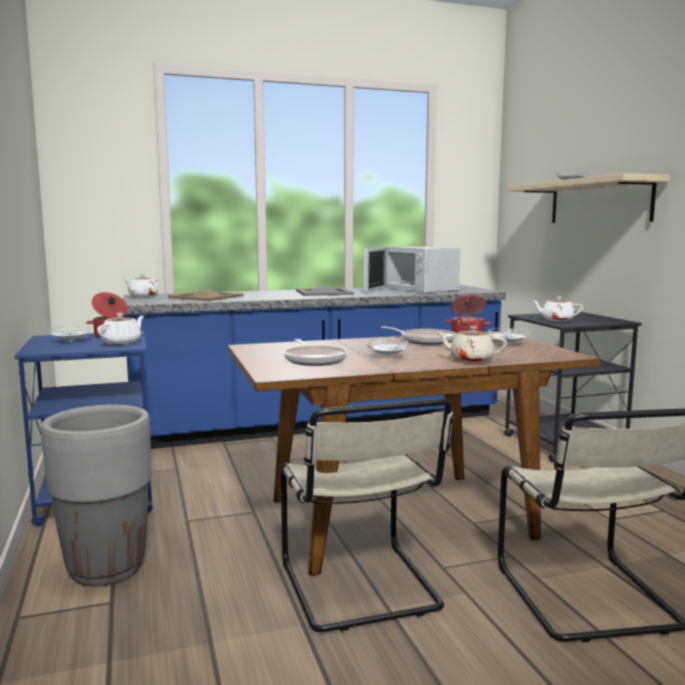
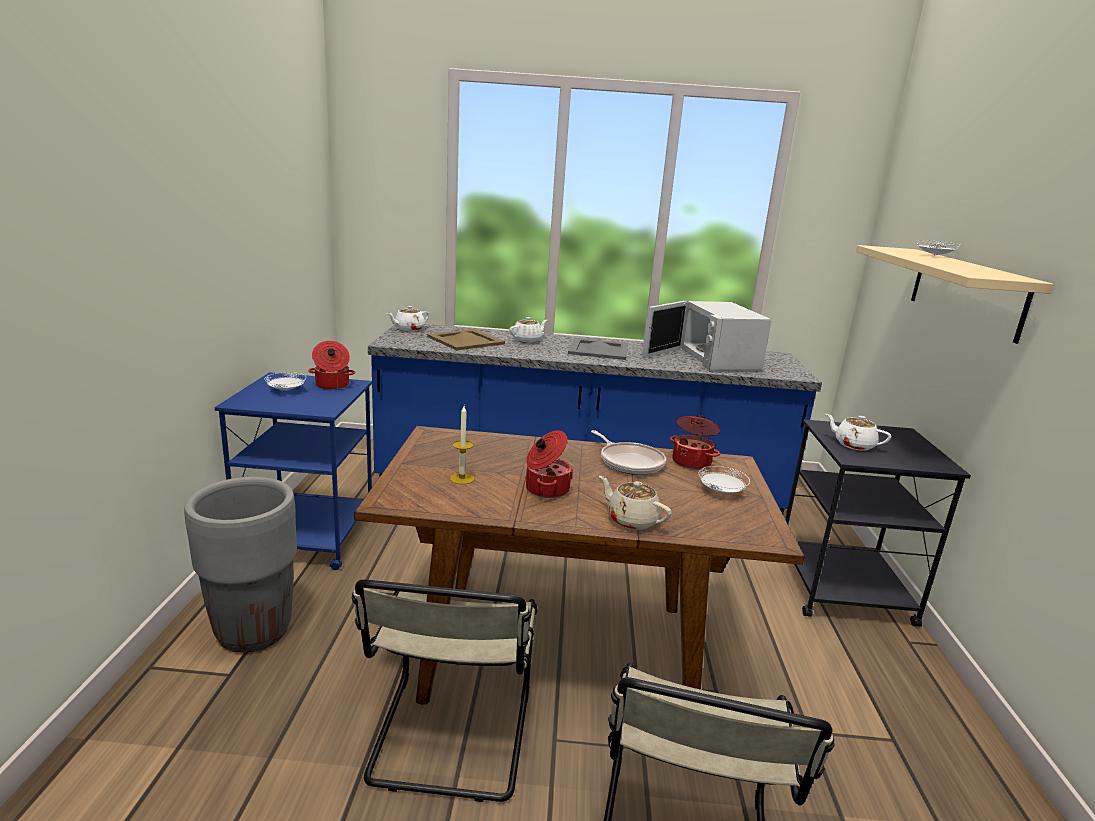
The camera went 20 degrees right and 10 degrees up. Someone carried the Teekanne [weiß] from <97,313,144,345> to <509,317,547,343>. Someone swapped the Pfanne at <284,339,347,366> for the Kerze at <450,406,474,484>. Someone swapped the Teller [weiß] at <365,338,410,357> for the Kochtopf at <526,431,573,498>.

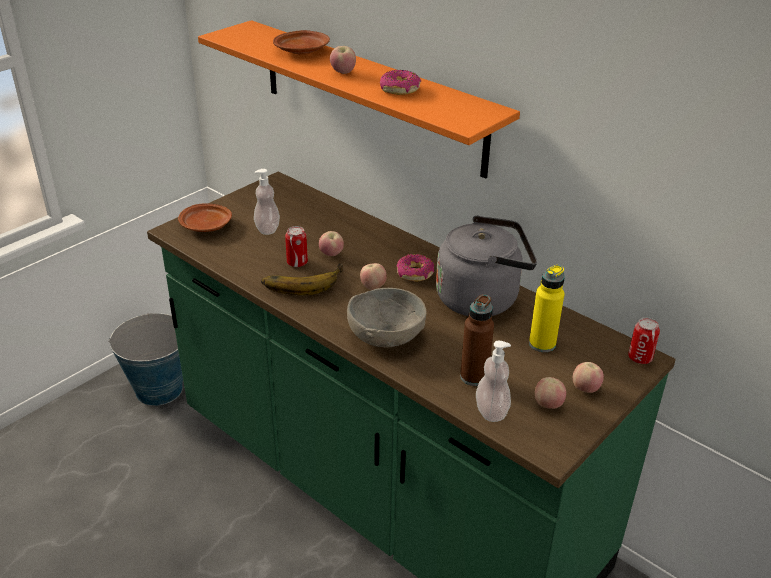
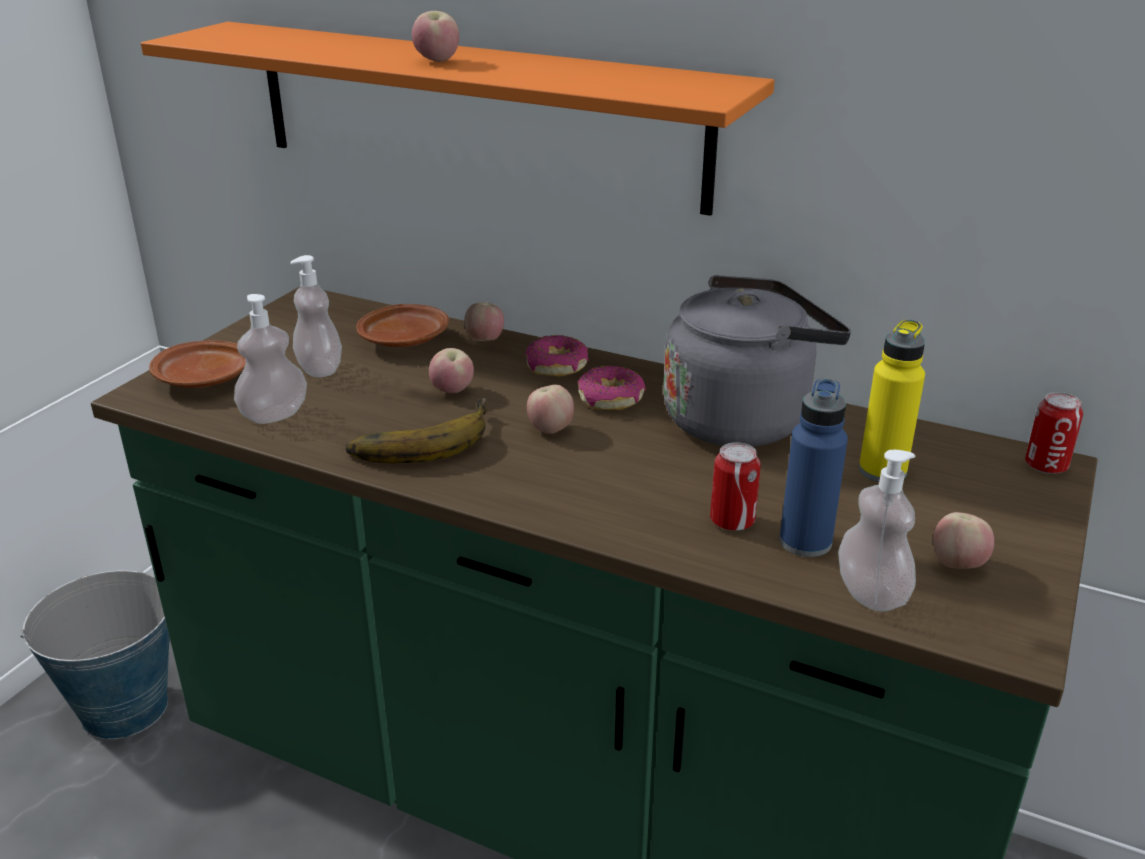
The camera went 15 degrees left and 5 degrees down. Someone took away the Schüssel [grau] at <347,288,426,348>. Someone put down the Seifenspender at <234,294,307,424>. Someone carried the Teller [braun] from <273,30,330,55> to <356,304,449,347>. Someone carried the Dose from <285,226,308,267> to <710,442,761,531>. Someone carried the Donut from <380,70,421,95> to <525,335,588,377>. Someone carried the Apfel from <573,362,604,393> to <464,302,504,341>. Someone repainted the Flasche [braun] at <460,294,494,386>, which became the Flasche [blau] at <779,378,848,557>.

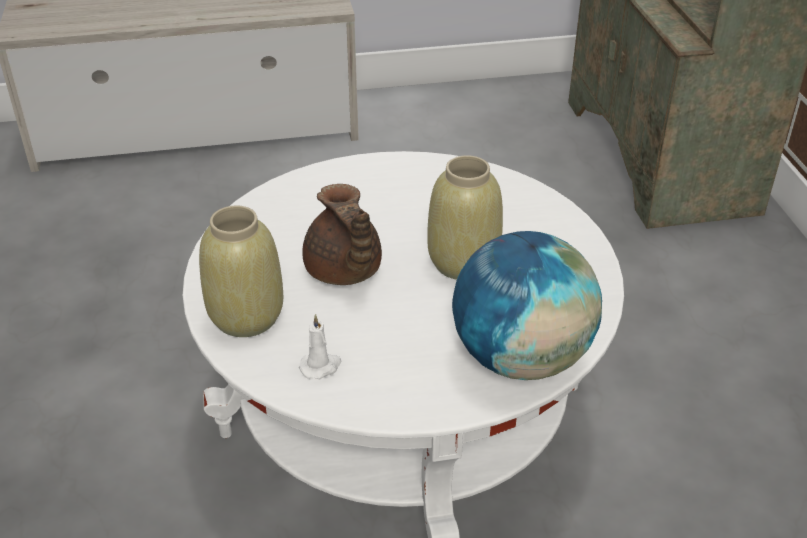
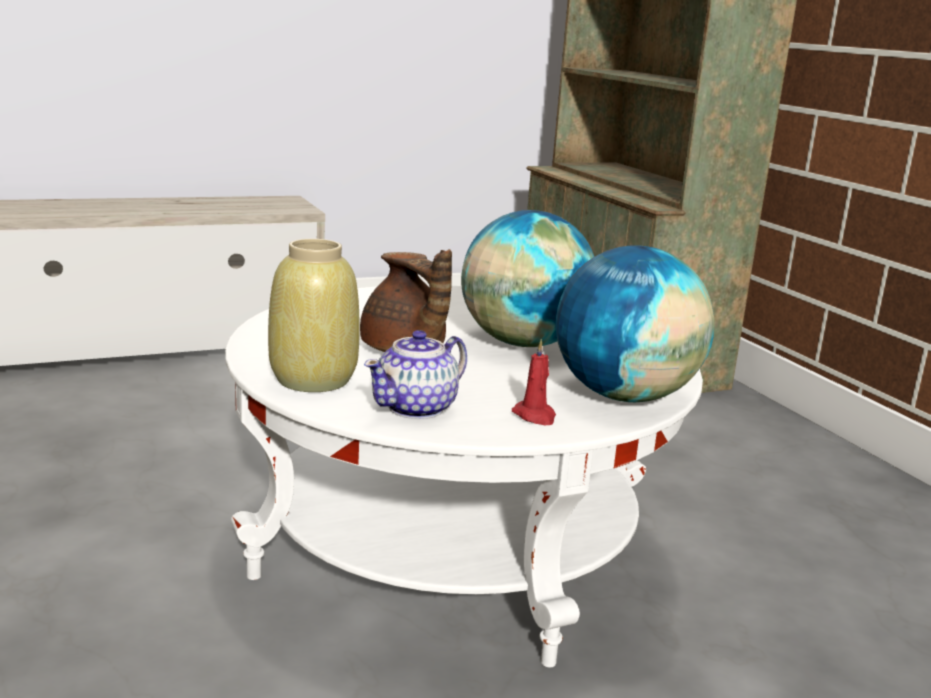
The camera went 15 degrees left and 20 degrees down. Someone put down the Kerze [rot] at <512,339,556,425>. Someone swapped the Kerze [weiß] at <299,314,342,380> for the Teekanne at <364,330,467,419>. Someone swapped the Vase [beige] at <427,155,503,280> for the Globus at <461,210,594,347>.

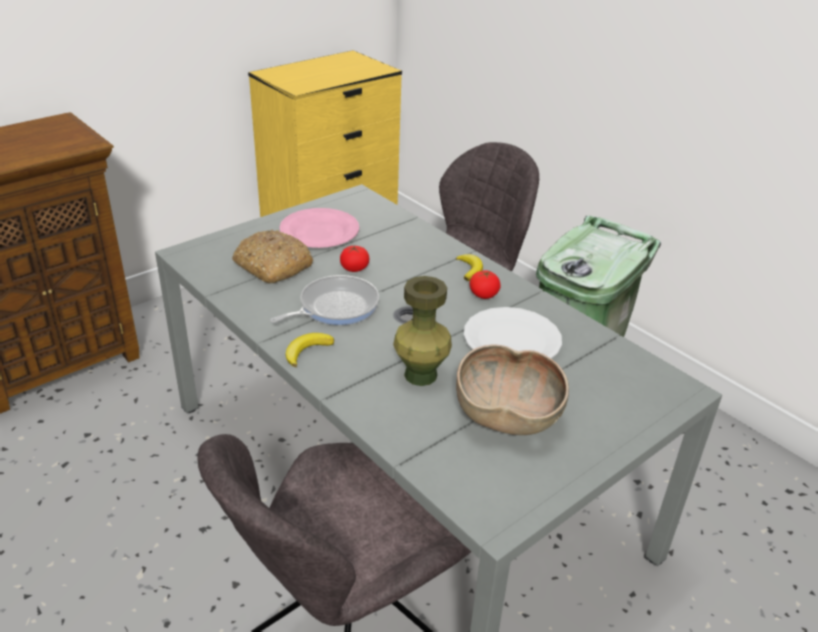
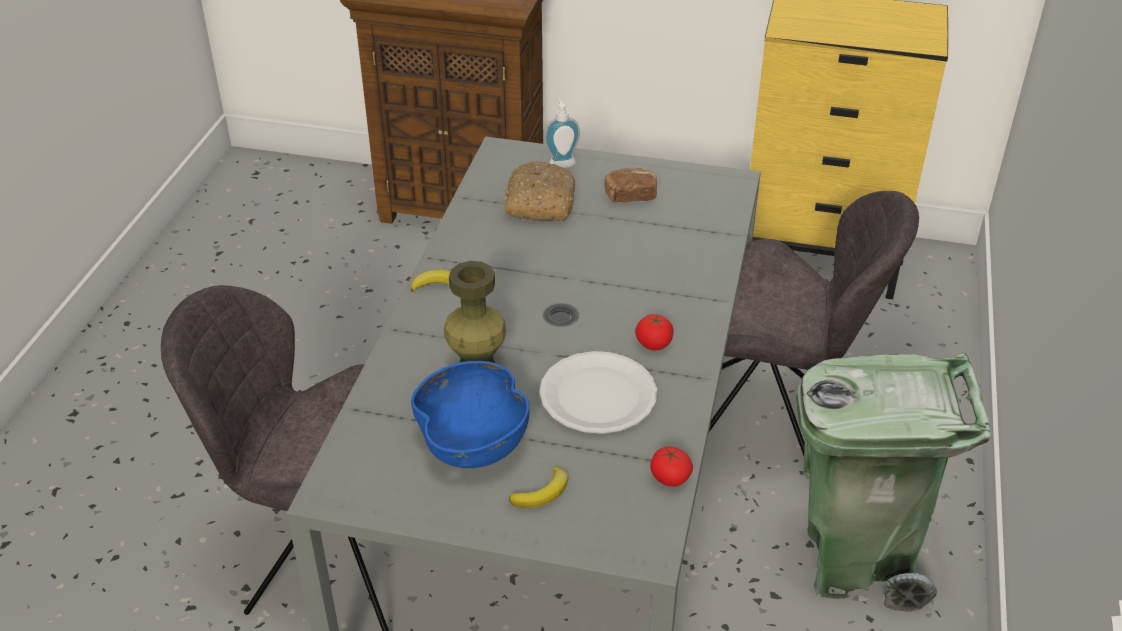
The camera went 55 degrees right and 5 degrees up. Someone took away the Pfanne at <270,275,379,325>. Someone put down the Seifenspender at <544,98,580,168>. Someone carried the Tomate from <340,246,369,272> to <650,447,693,487>. Someone carried the Banane from <456,254,483,281> to <509,467,568,508>. Someone swapped the Teller [rosa] at <280,208,359,248> for the Brot at <604,168,657,202>. Someone repainted the Schüssel [braun] at <456,345,569,435>, which became the Schüssel [blau] at <411,361,529,468>.

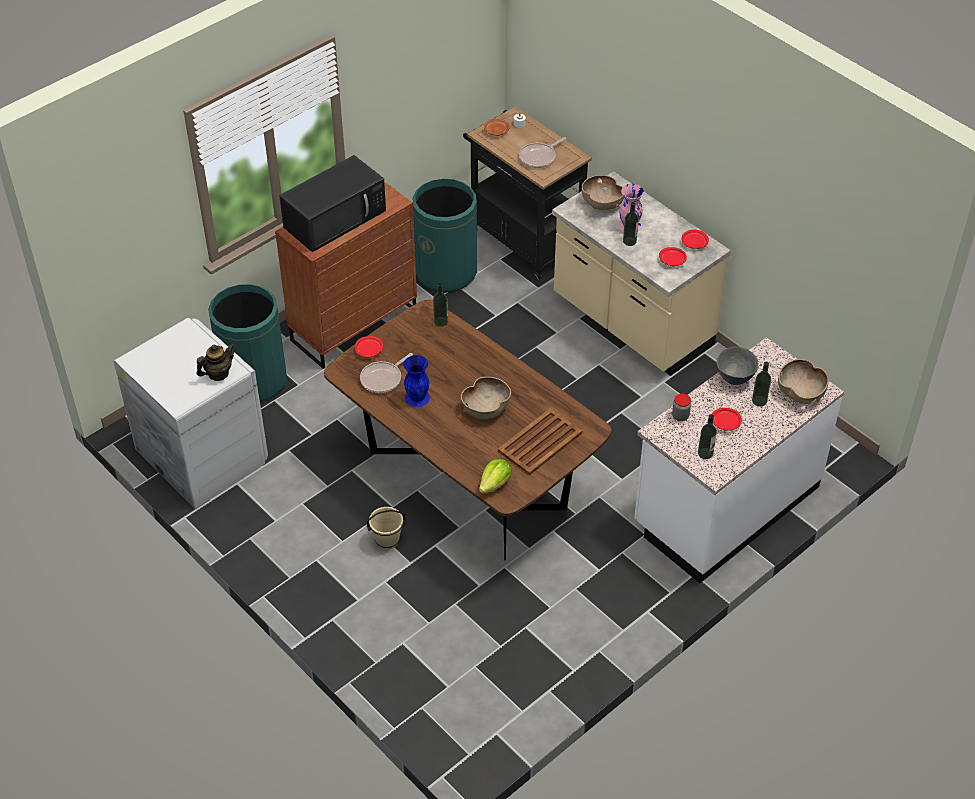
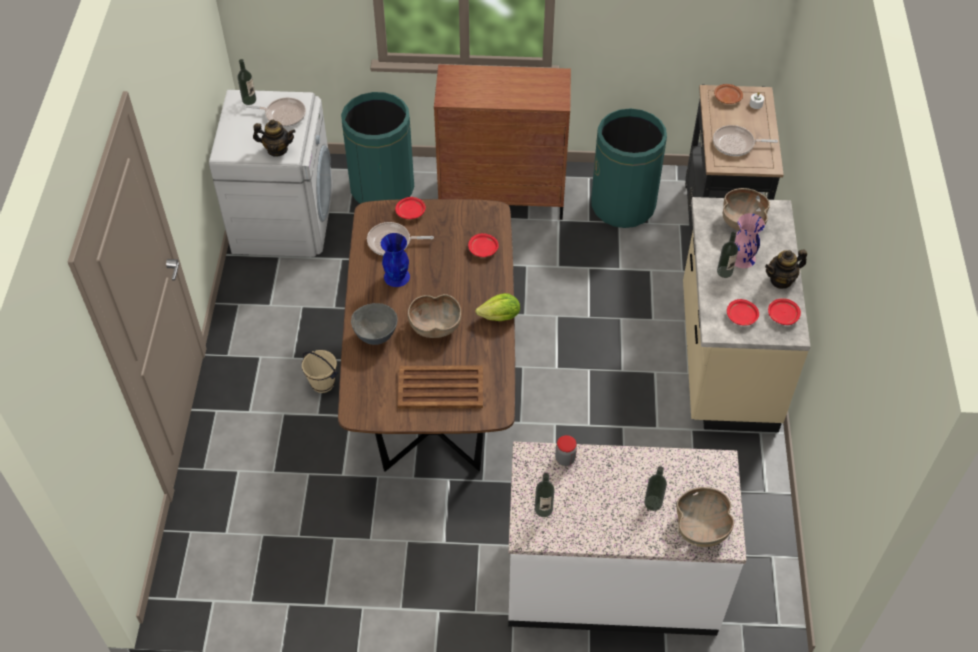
The camera went 45 degrees right and 5 degrees up. Someone took away the Mikrowelle [schwarz] at <279,155,386,252>. Someone put down the Pfanne at <244,97,306,127>. Someone put down the Teekanne at <765,250,807,289>. Someone carried the Flasche from <433,283,448,327> to <237,59,256,105>. Someone carried the Salatkopf from <479,459,511,494> to <475,293,520,321>. Someone carried the Teller [rot] from <712,408,742,431> to <468,233,499,257>. Someone carried the Schüssel [grau] from <717,347,759,385> to <351,303,398,345>.

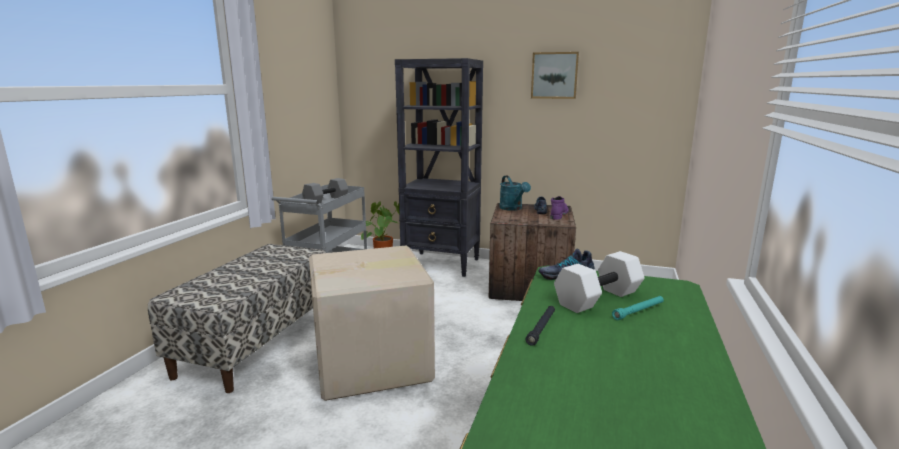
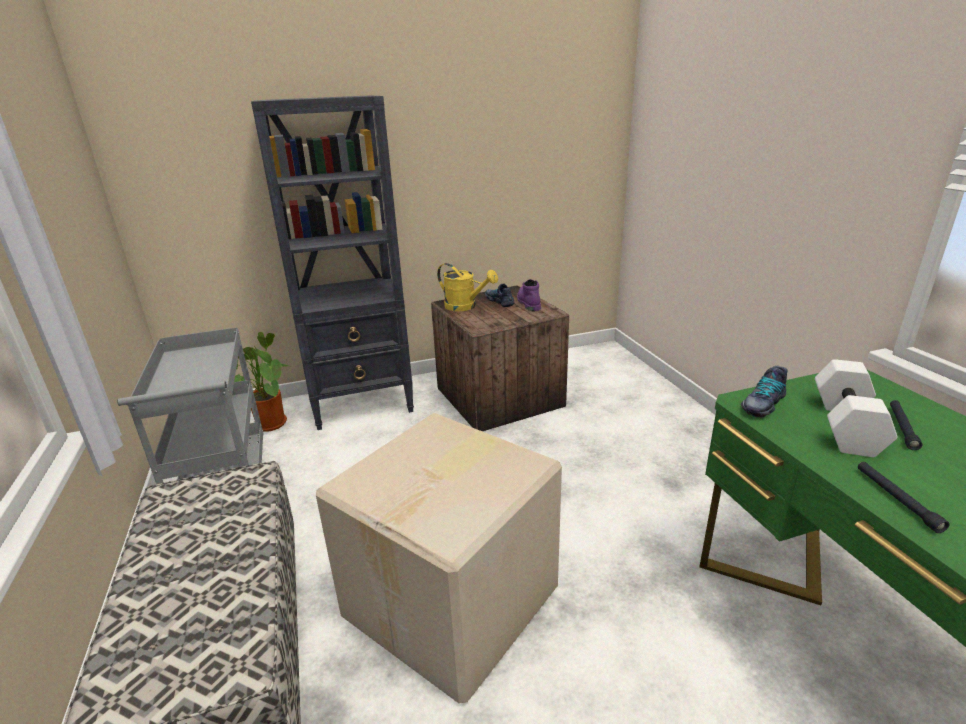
The camera went 35 degrees left and 10 degrees up. Someone took away the Hantel [grau] at <302,178,348,205>. Someone took away the Bild at <531,52,579,99>. Someone repainted the Gießkanne [türkis] at <499,175,531,211>, which became the Gießkanne [gelb] at <437,263,498,311>. Someone repainted the Taschenlampe [türkis] at <612,296,664,320>, which became the Taschenlampe [schwarz] at <890,400,922,450>.

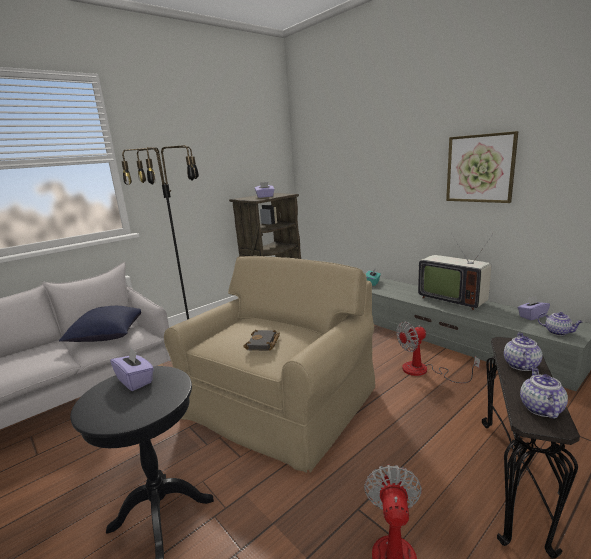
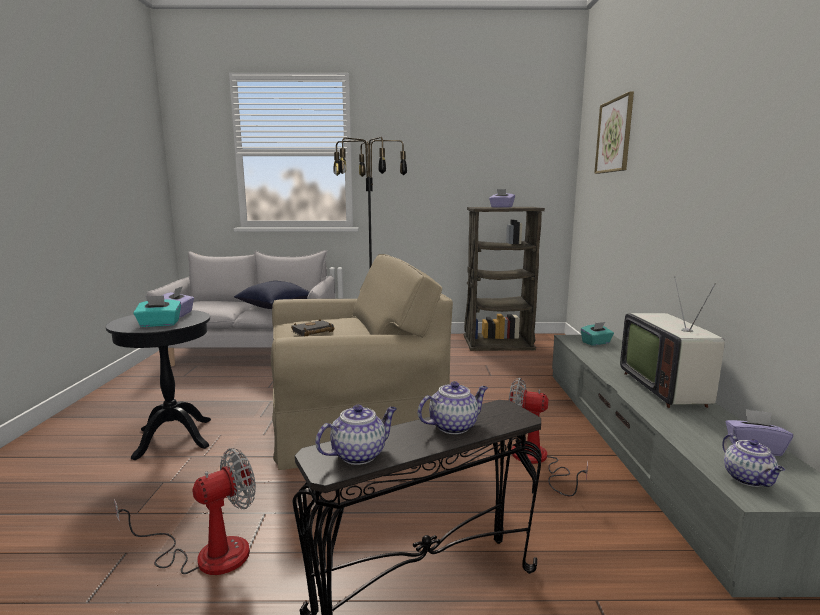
The camera went 40 degrees right and 5 degrees down. Someone put down the Taschentuchbox [türkis] at <133,296,181,327>. Someone carried the Bild from <446,131,518,203> to <594,91,634,174>.

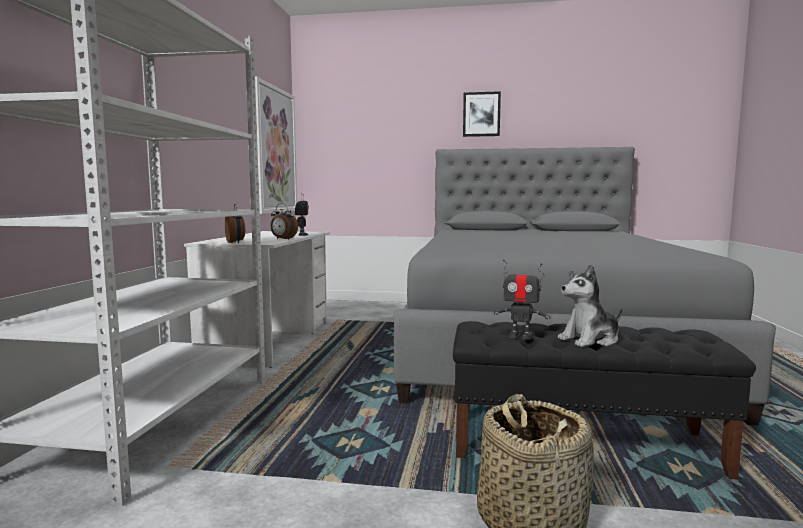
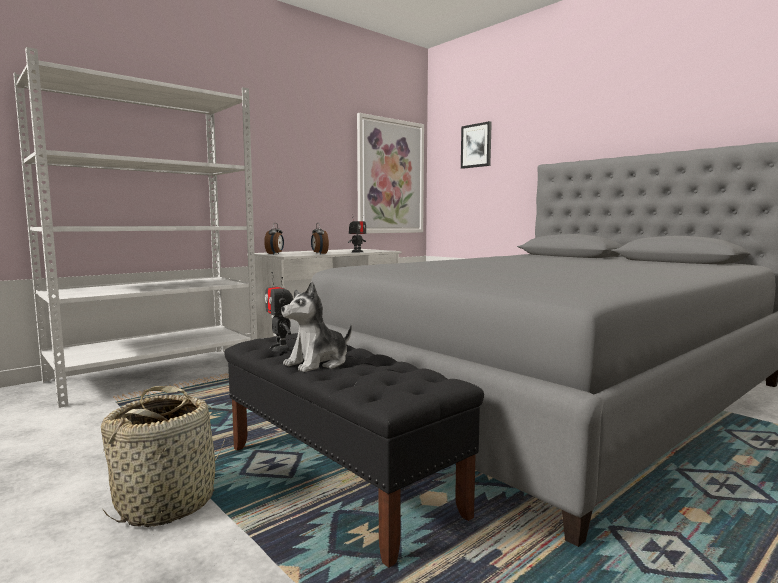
The camera went 40 degrees right and 0 degrees up. Someone carried the Bild from <463,91,501,137> to <461,121,492,169>. Someone rotated the Plüschtier at <558,264,623,347> by 60 degrees counterclockwise.

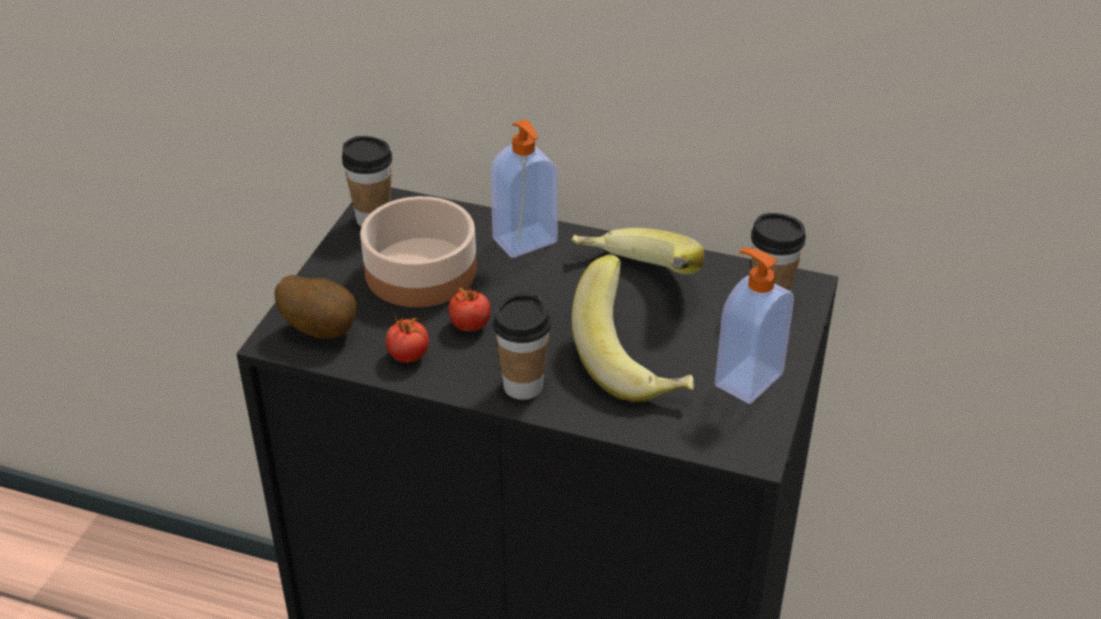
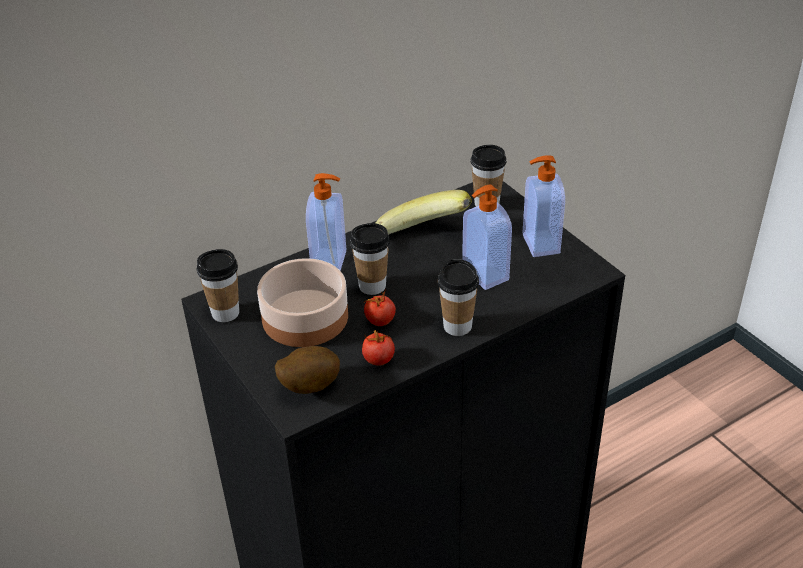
The camera went 50 degrees left and 0 degrees up. Someone put down the Tasse at <350,223,390,295>. Someone swapped the Banane at <571,254,694,403> for the Seifenspender at <462,185,512,290>.

